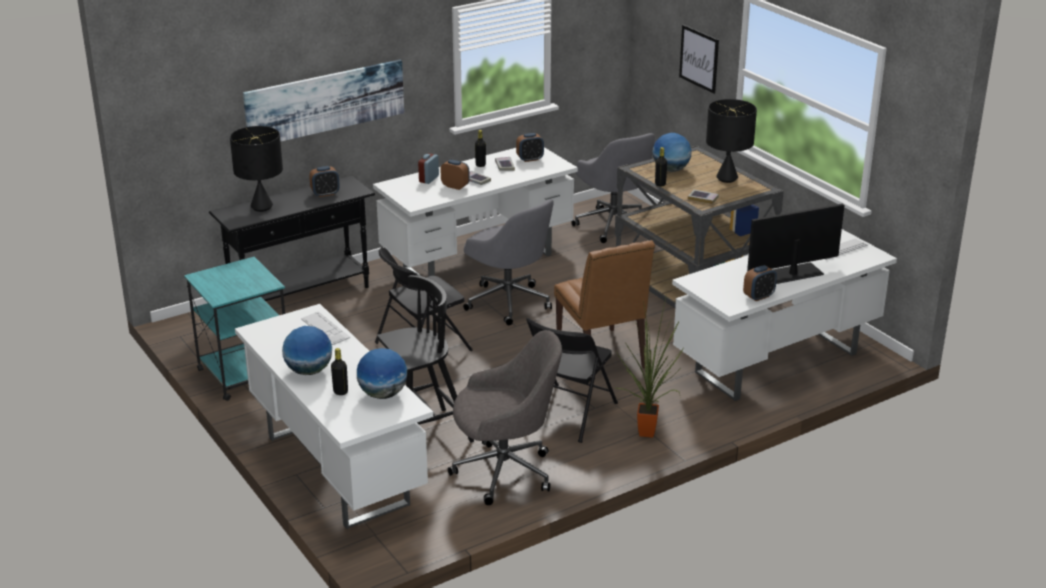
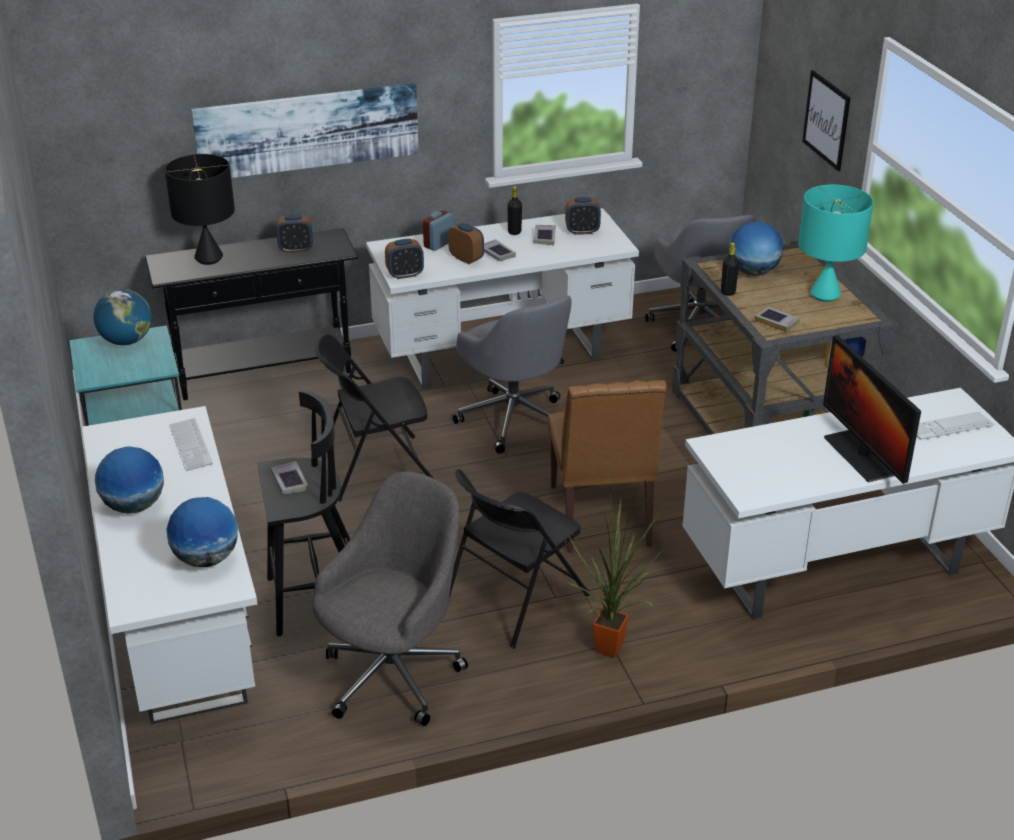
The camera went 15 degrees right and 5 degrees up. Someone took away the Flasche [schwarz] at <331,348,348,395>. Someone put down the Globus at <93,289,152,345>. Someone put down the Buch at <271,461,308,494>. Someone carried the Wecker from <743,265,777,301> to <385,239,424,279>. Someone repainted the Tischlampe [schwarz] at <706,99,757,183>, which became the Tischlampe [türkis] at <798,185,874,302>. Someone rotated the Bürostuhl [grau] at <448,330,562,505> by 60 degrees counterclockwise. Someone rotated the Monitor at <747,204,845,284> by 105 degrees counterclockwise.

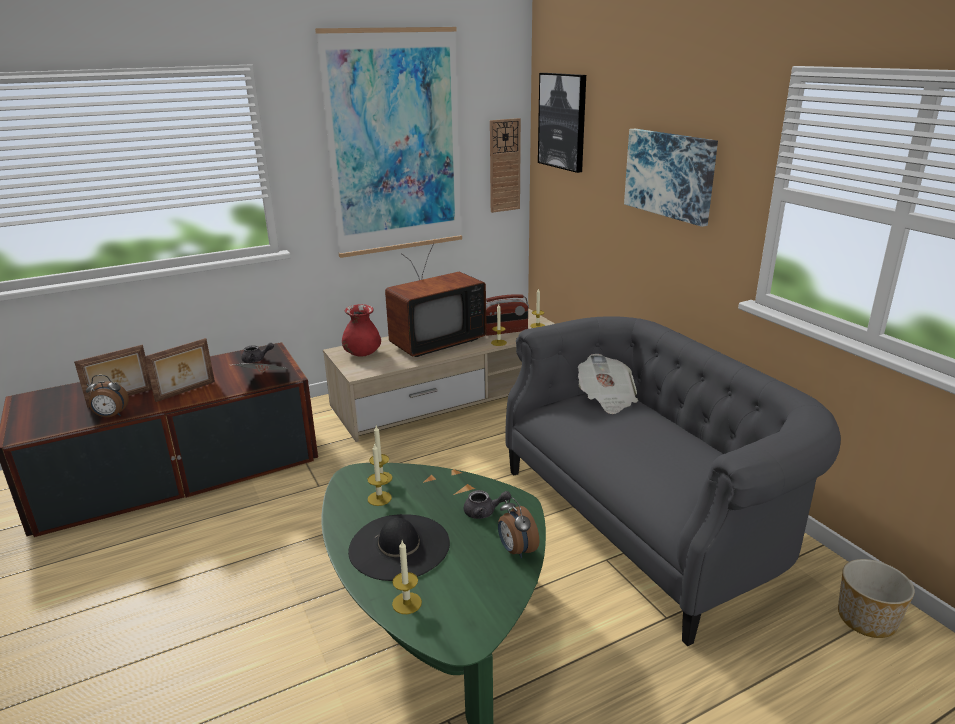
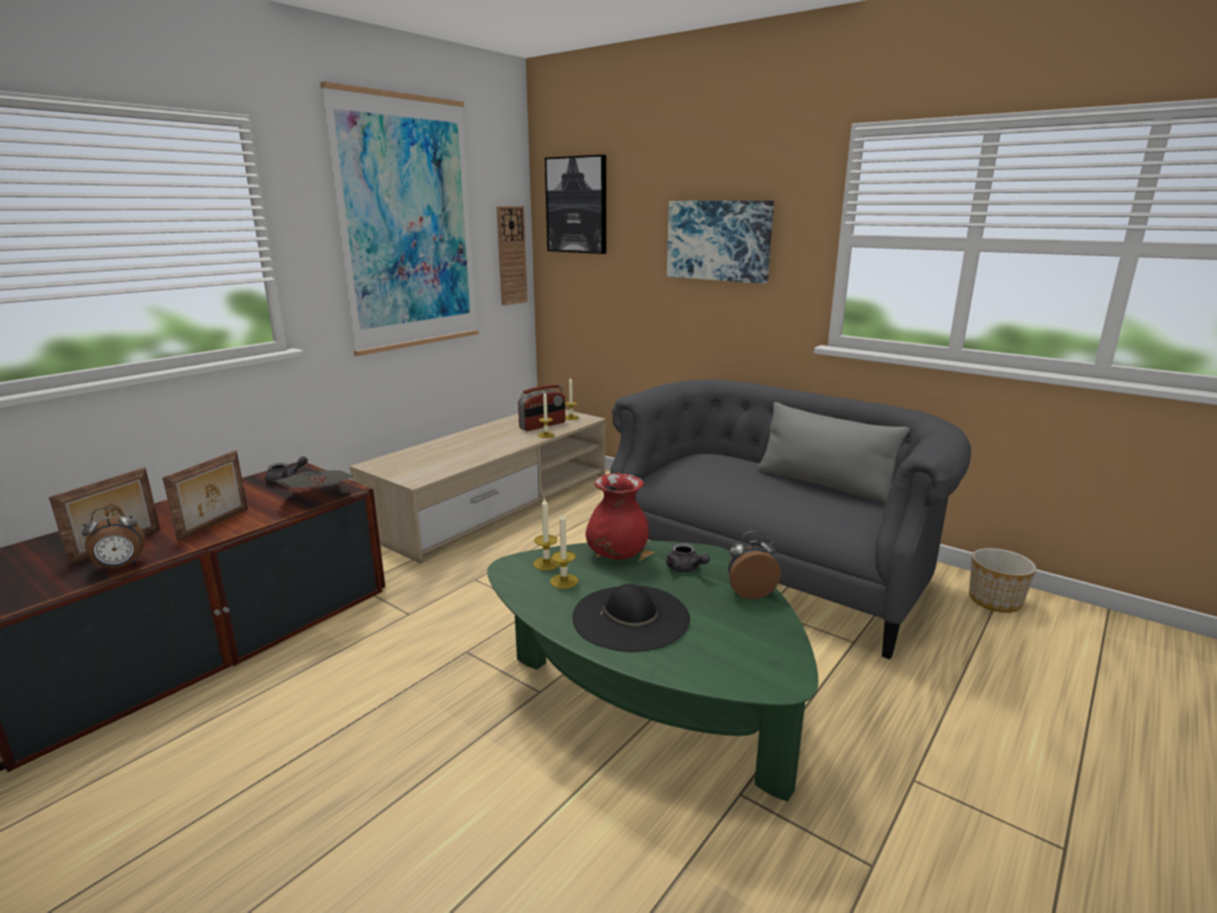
The camera went 25 degrees left and 5 degrees down. Someone took away the Fernseher at <385,243,486,357>. Someone took away the Kerze at <392,541,422,614>. Someone took away the Zeitung at <578,354,638,414>. Someone put down the Kissen [grau] at <758,402,910,504>. Someone carried the Vase [rot] from <342,304,381,357> to <586,473,649,559>. Someone rotated the Teekanne [grau] at <464,490,511,519> by 75 degrees clockwise. Someone rotated the Wecker at <498,497,539,559> by 135 degrees clockwise.

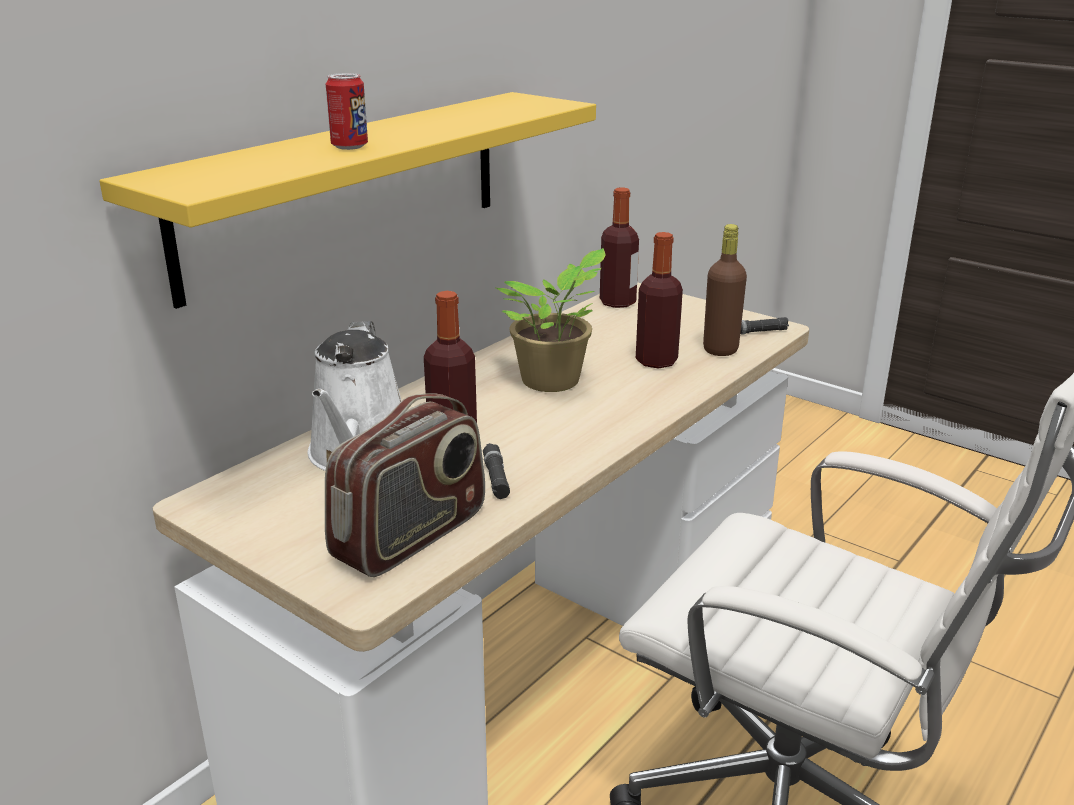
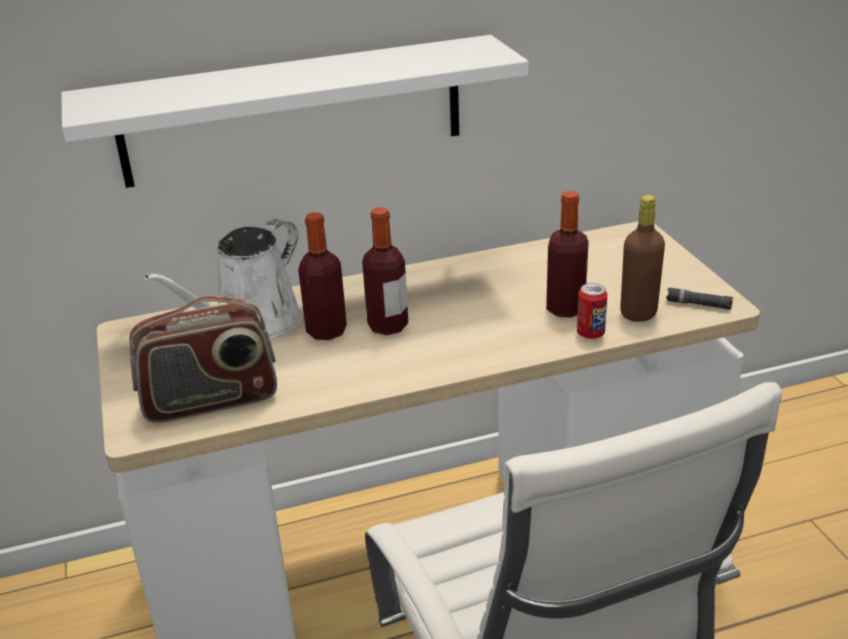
The camera went 35 degrees right and 5 degrees up. Someone took away the Taschenlampe [schwarz] at <483,443,510,499>. Someone took away the Topfpflanze at <494,248,605,392>. Someone carried the Dose from <326,73,368,150> to <577,283,607,339>. Someone carried the Flasche from <600,187,639,308> to <362,207,408,335>. Someone repainted the Wandregal [gelb] at <100,92,596,309>, which became the Wandregal [weiß] at <61,35,529,188>.

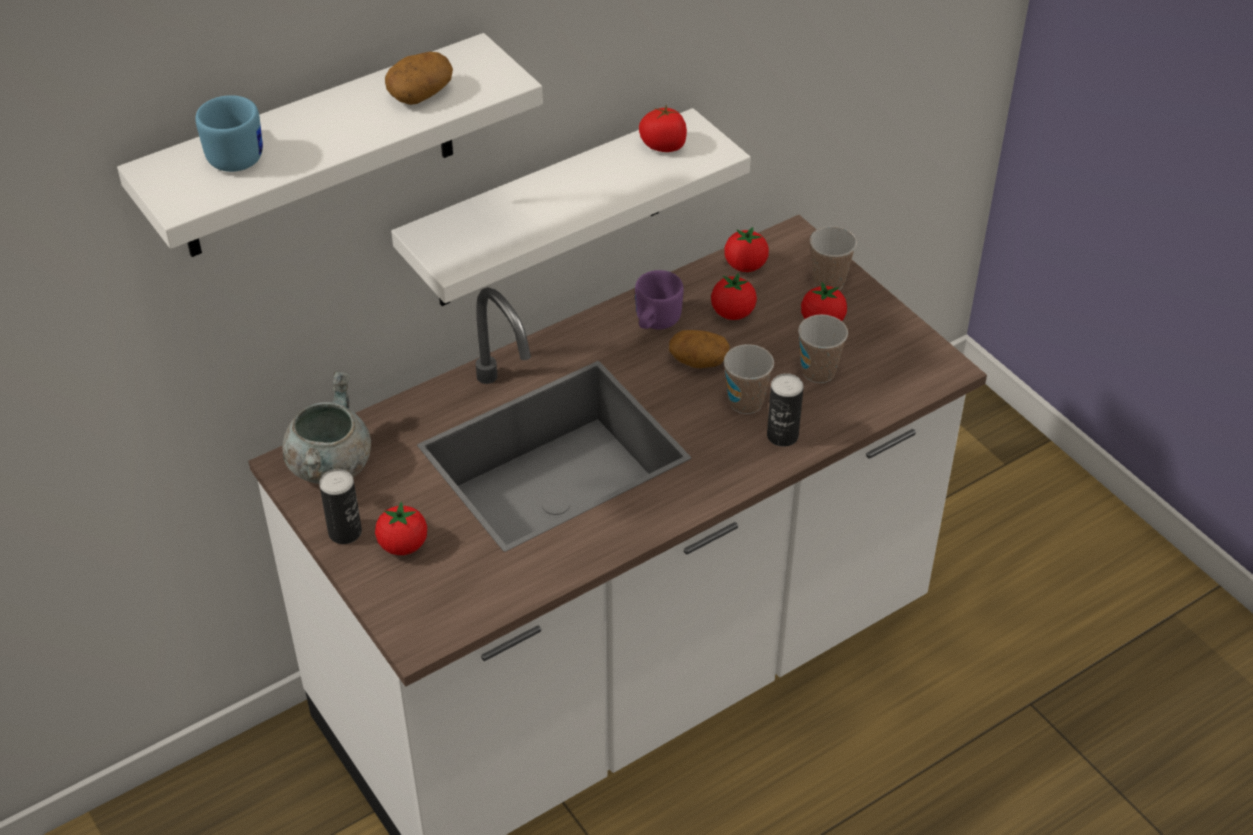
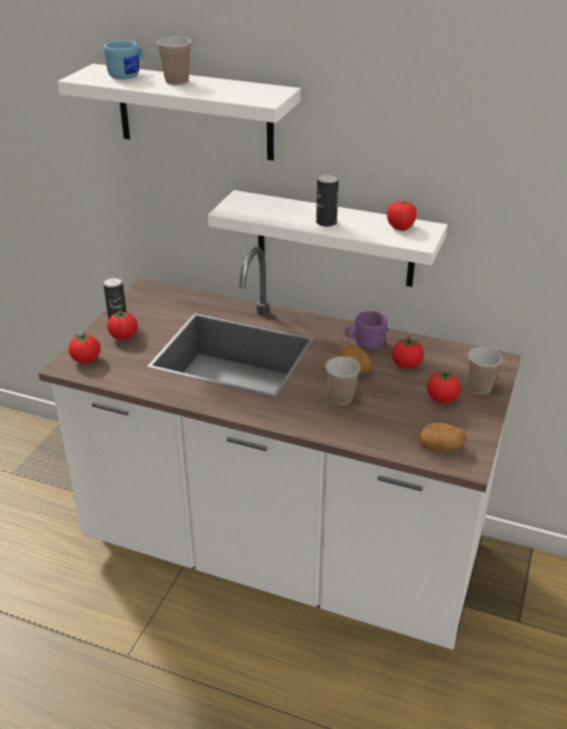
The camera went 55 degrees right and 10 degrees down. Someone took away the Kochtopf [grau] at <283,371,371,484>. Someone carried the Kartoffel from <385,52,453,105> to <419,422,466,452>. Someone carried the Tomate from <724,227,769,272> to <69,331,101,363>. Someone carried the Dose from <767,373,804,447> to <316,173,339,227>. Someone carried the Tasse from <798,314,848,383> to <157,37,191,85>.

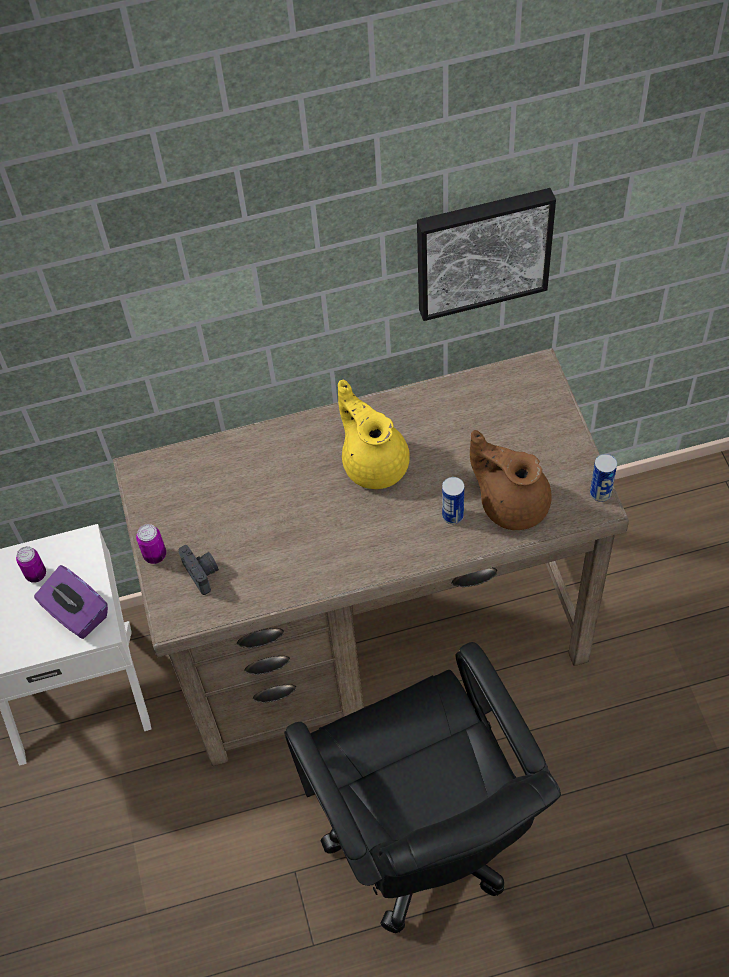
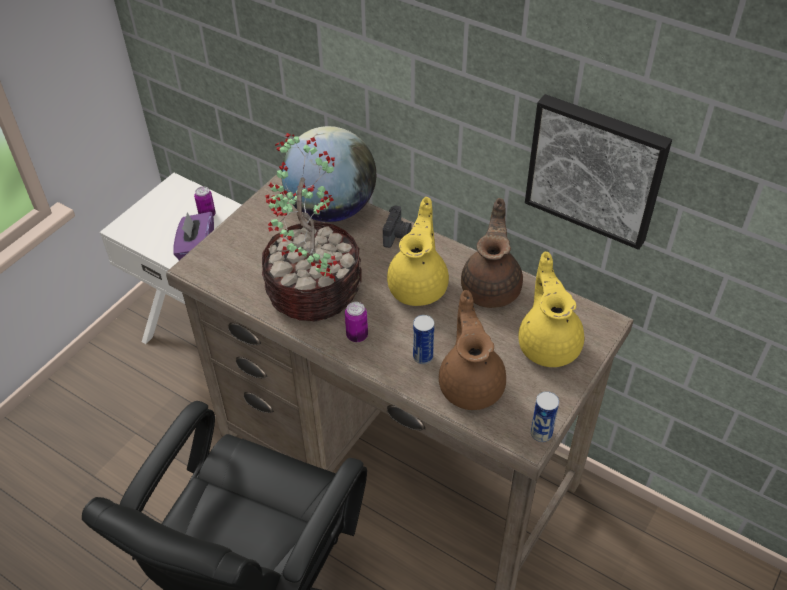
The camera went 45 degrees right and 10 degrees down. Someone put down the Topfpflanze at <262,133,362,321>. Someone put down the Globus at <281,126,376,222>. Someone put down the Teekanne [braun] at <461,198,523,308>. Someone put down the Teekanne [gelb] at <518,252,584,367>. Someone carried the Dose from <136,524,166,564> to <345,302,368,342>. Someone carried the Kamera from <179,545,219,595> to <383,205,411,248>.

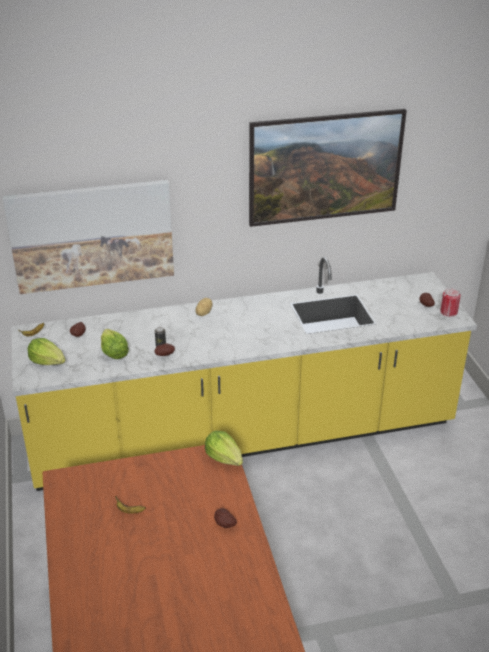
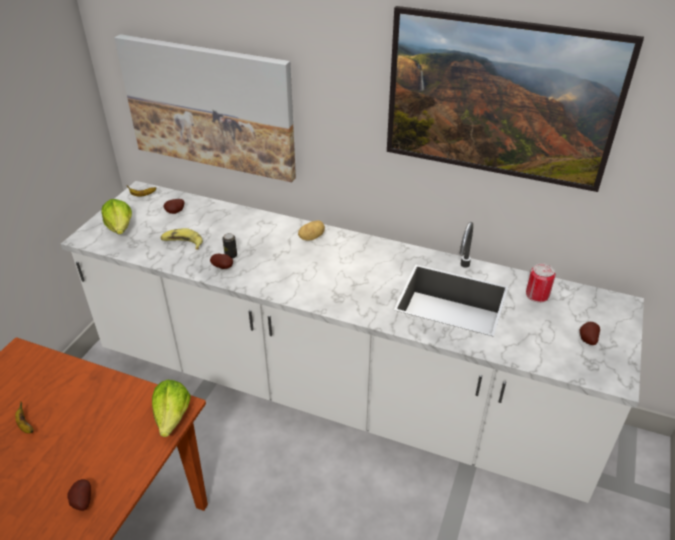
The camera went 35 degrees right and 5 degrees up. Someone carried the Dose from <440,288,461,317> to <526,263,555,303>. Someone swapped the Salatkopf at <101,329,129,359> for the Banane at <161,228,203,250>. Someone repainted the Küchenzeile [gelb] at <11,257,477,491>, which became the Küchenzeile [weiß] at <61,181,644,503>.

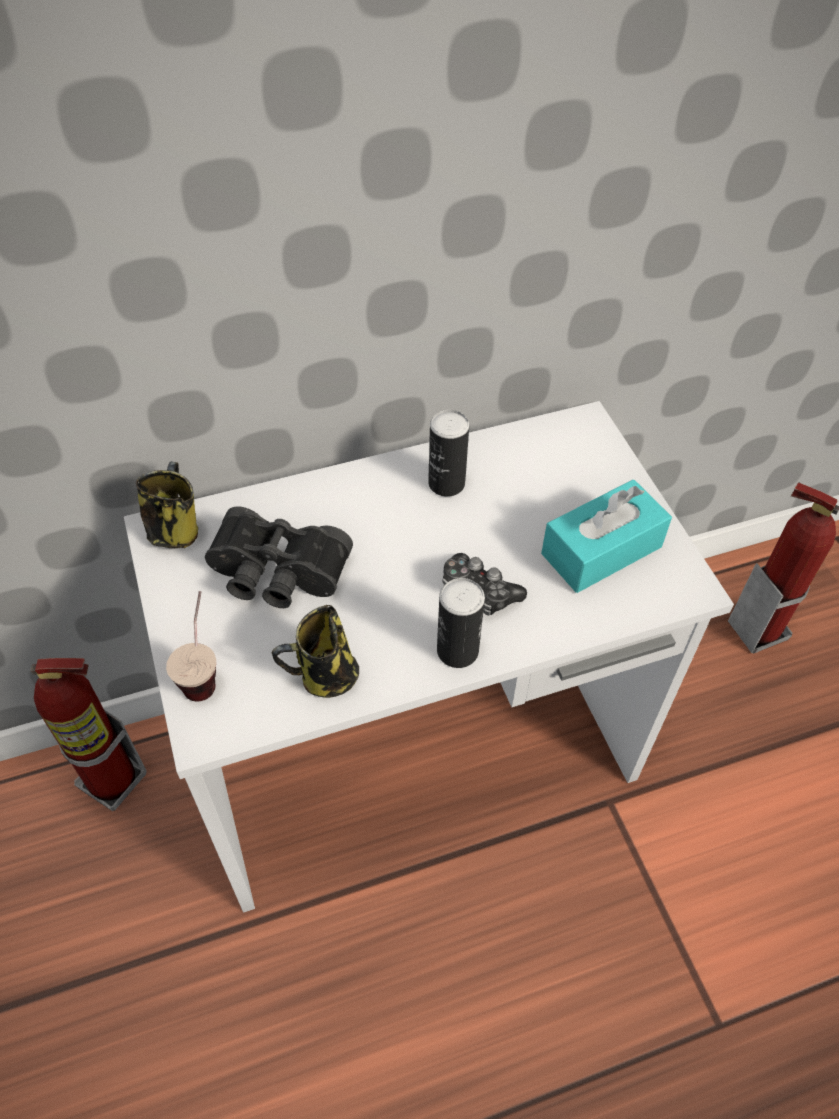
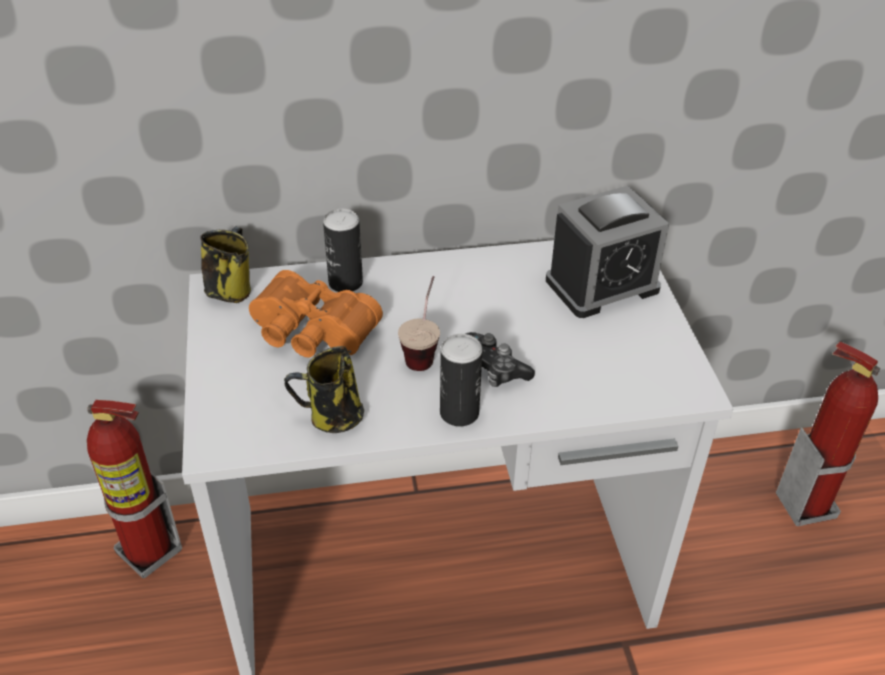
The camera went 10 degrees right and 10 degrees down. Someone took away the Taschentuchbox [türkis] at <541,480,672,593>. Someone put down the Wecker at <546,186,669,318>. Someone carried the Tasse from <166,591,216,702> to <398,276,440,371>. Someone carried the Dose from <428,410,469,497> to <323,209,363,292>. Someone repainted the Fernglas [schwarz] at <205,507,353,608>, which became the Fernglas [orange] at <249,270,383,358>.

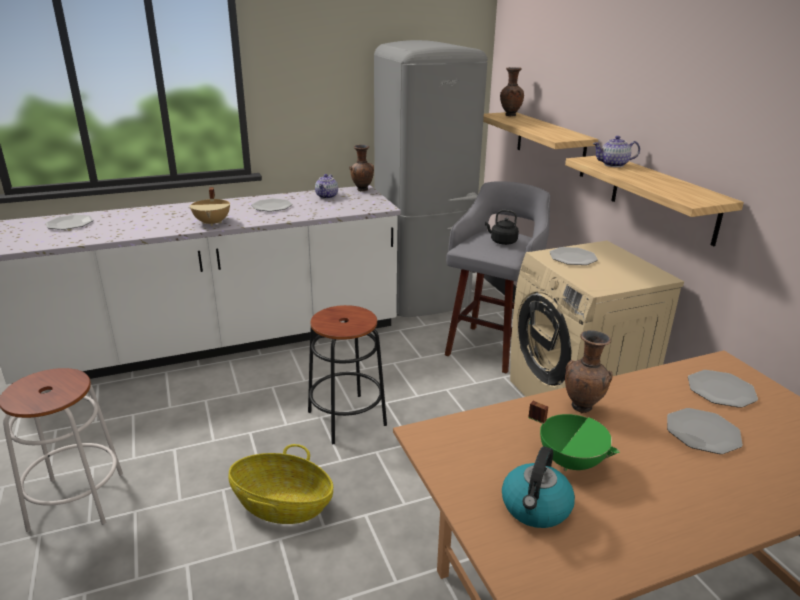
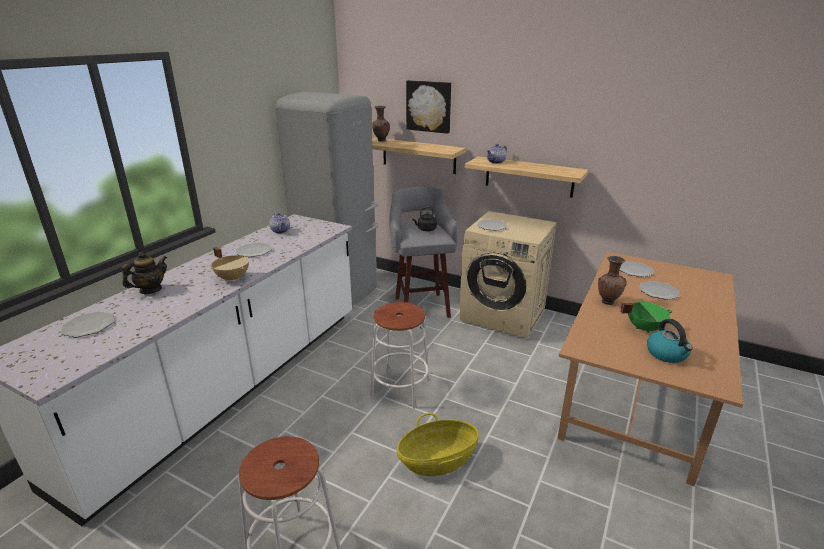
The camera went 40 degrees left and 0 degrees up. Someone took away the Vase [braun] at <349,144,374,191>. Someone put down the Teekanne at <121,252,167,294>. Someone put up the Bild at <406,80,451,134>. Someone repainted the Hocker [schwarz] at <308,305,387,444>, which became the Hocker [weiß] at <370,302,429,409>.

